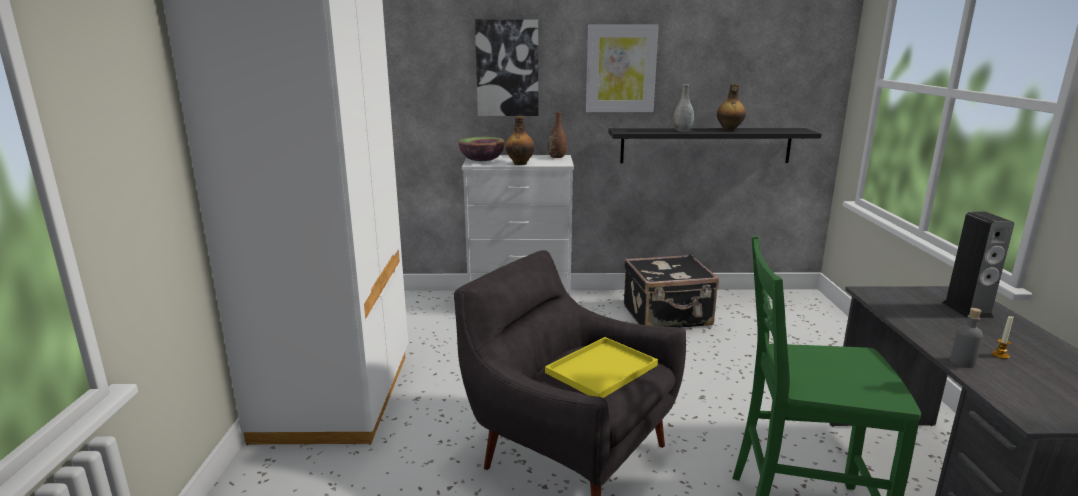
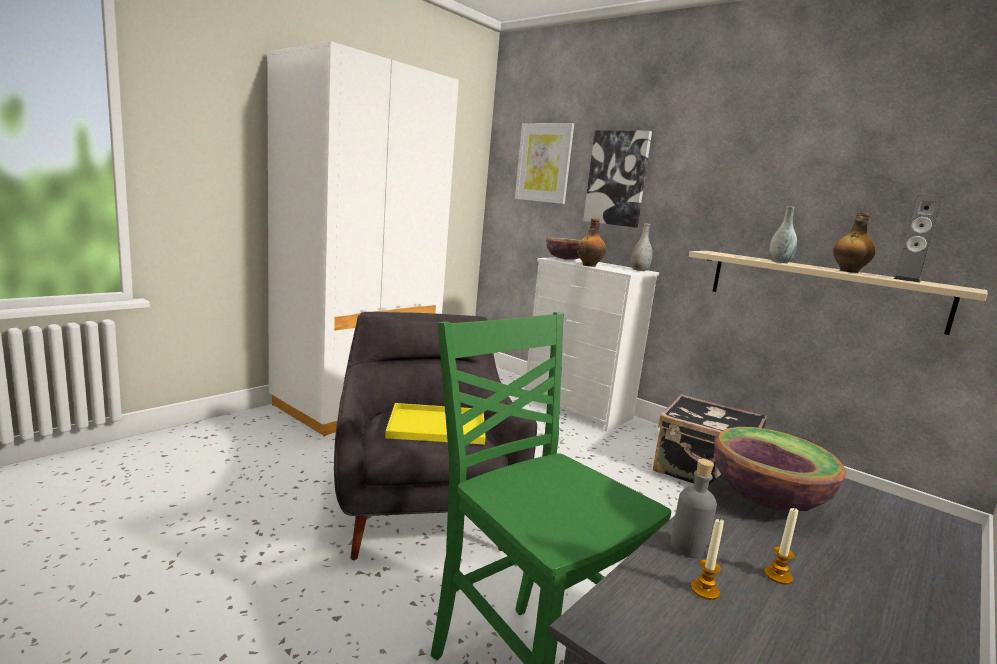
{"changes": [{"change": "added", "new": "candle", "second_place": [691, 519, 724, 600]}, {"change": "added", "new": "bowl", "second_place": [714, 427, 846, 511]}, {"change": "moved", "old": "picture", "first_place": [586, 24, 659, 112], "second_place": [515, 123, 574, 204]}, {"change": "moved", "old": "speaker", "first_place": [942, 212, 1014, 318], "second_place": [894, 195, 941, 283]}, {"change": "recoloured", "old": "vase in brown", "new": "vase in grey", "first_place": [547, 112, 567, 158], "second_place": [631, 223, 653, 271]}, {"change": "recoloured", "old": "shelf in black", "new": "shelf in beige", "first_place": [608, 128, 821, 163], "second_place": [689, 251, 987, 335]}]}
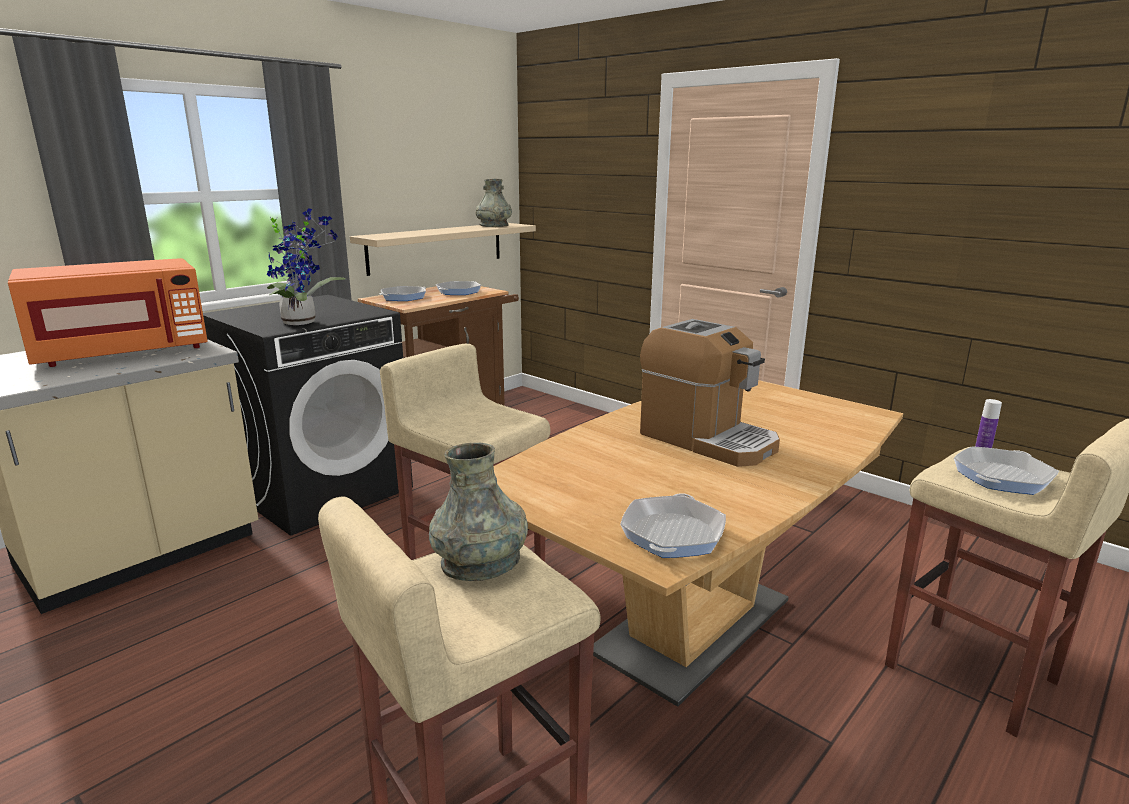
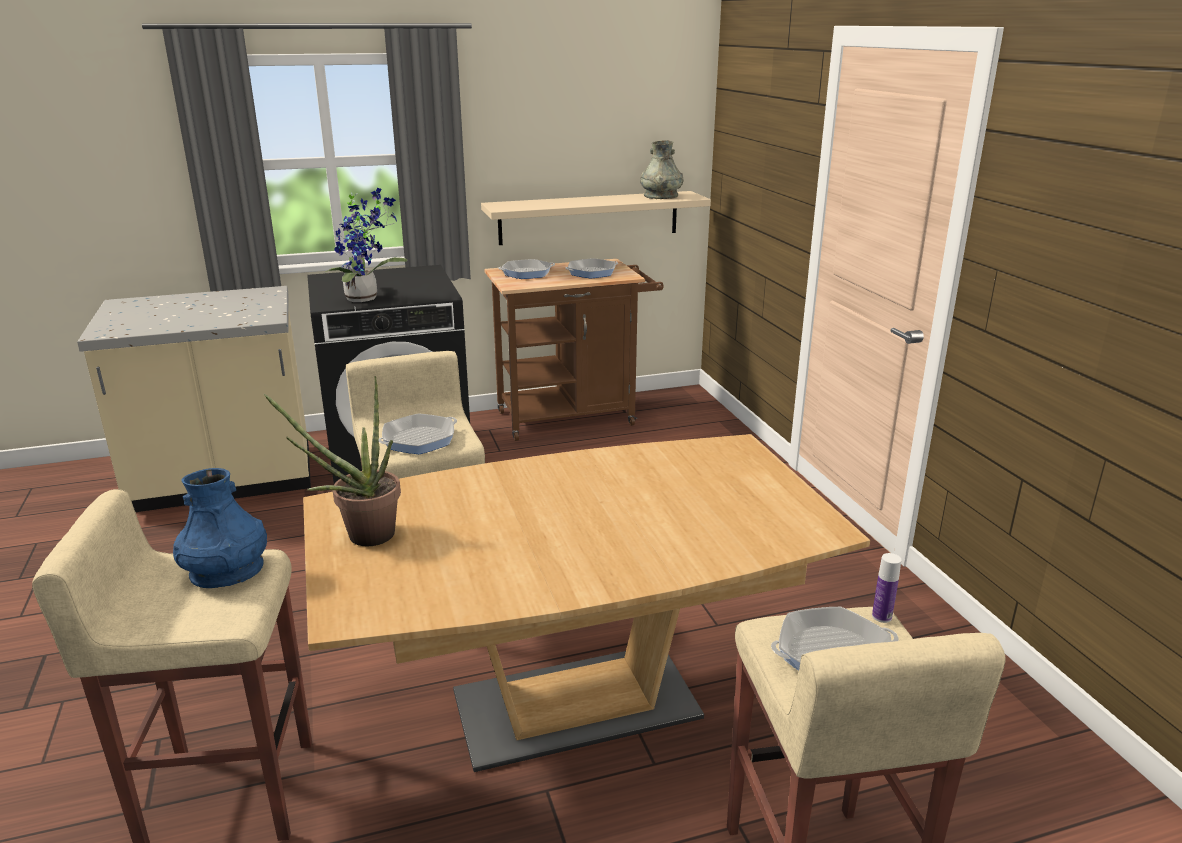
{"changes": [{"change": "removed", "old": "microwave in orange", "first_place": [8, 258, 208, 367]}, {"change": "removed", "old": "coffee machine", "first_place": [640, 319, 780, 467]}, {"change": "added", "new": "potted plant", "second_place": [264, 376, 401, 546]}, {"change": "moved", "old": "frying pan", "first_place": [620, 493, 726, 558], "second_place": [379, 413, 457, 454]}, {"change": "recoloured", "old": "vase in grey", "new": "vase in blue", "first_place": [429, 443, 528, 581], "second_place": [173, 468, 267, 588]}]}
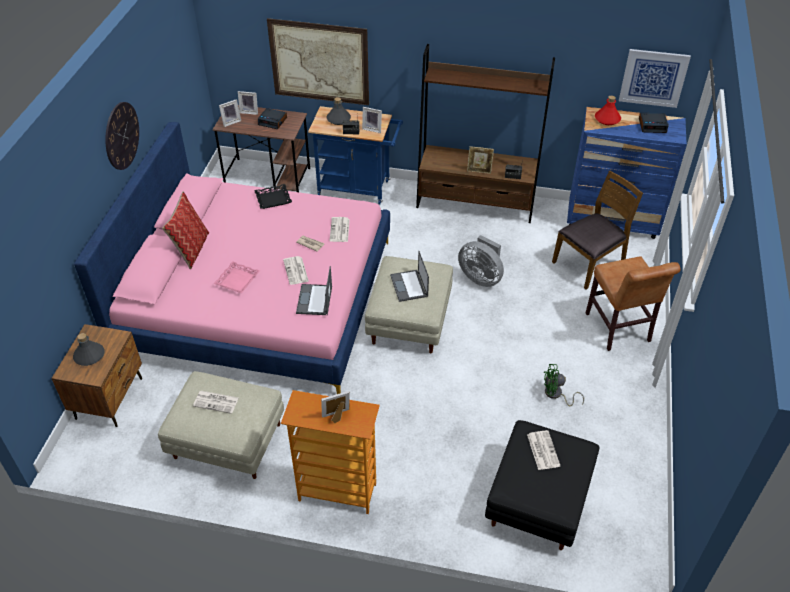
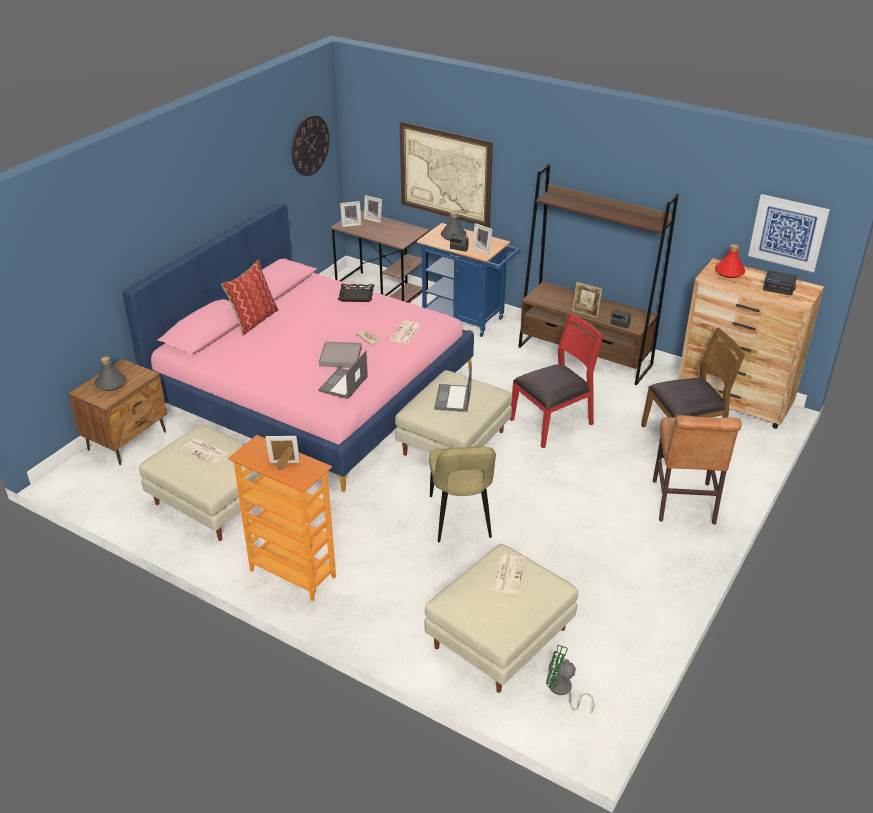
{"changes": [{"change": "removed", "old": "tray in pink", "first_place": [213, 261, 260, 294]}, {"change": "removed", "old": "alarm clock", "first_place": [258, 108, 287, 129]}, {"change": "added", "new": "chair in beige", "second_place": [429, 446, 496, 542]}, {"change": "moved", "old": "wall clock", "first_place": [105, 102, 139, 170], "second_place": [291, 115, 330, 176]}, {"change": "moved", "old": "fan in green", "first_place": [544, 364, 584, 406], "second_place": [546, 645, 595, 713]}, {"change": "replaced", "old": "newspaper", "new": "tray in grey", "first_place": [283, 256, 309, 285], "second_place": [319, 341, 362, 368]}, {"change": "replaced", "old": "fan in grey", "new": "chair in red", "first_place": [458, 235, 504, 287], "second_place": [510, 313, 603, 448]}, {"change": "recoloured", "old": "ottoman in black", "new": "ottoman in beige", "first_place": [485, 420, 599, 550], "second_place": [424, 544, 578, 693]}, {"change": "recoloured", "old": "dresser in blue", "new": "dresser in brown", "first_place": [567, 107, 687, 239], "second_place": [678, 258, 824, 429]}]}
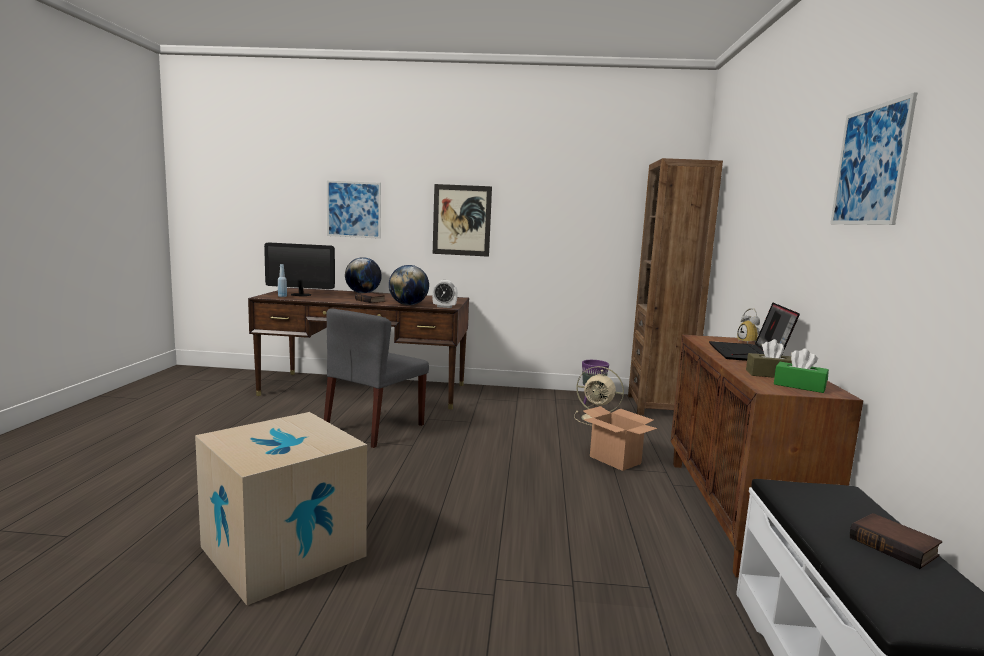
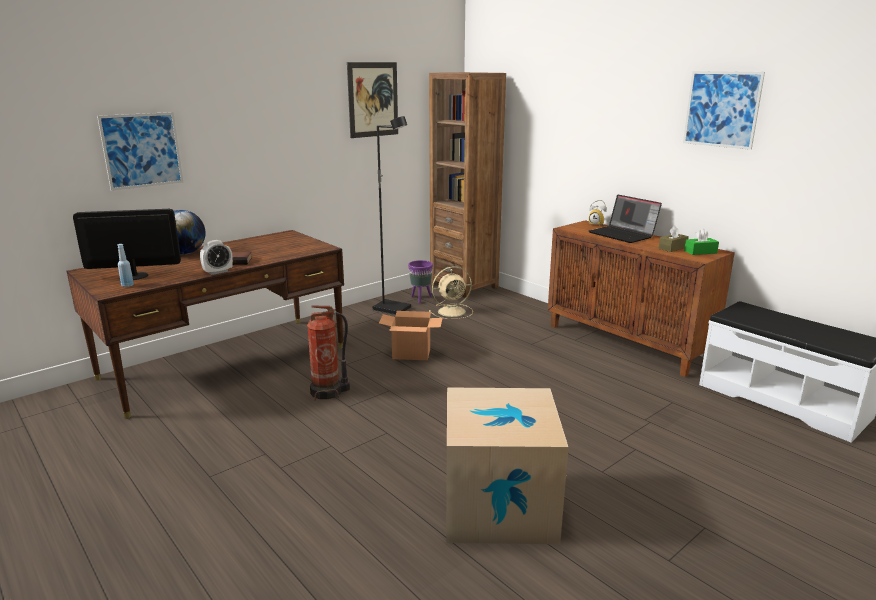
{"changes": [{"change": "removed", "old": "globe", "first_place": [389, 265, 429, 305]}, {"change": "removed", "old": "book", "first_place": [850, 513, 942, 569]}, {"change": "added", "new": "floor lamp in black", "second_place": [373, 116, 411, 315]}, {"change": "moved", "old": "alarm clock", "first_place": [432, 280, 458, 308], "second_place": [200, 240, 233, 275]}, {"change": "moved", "old": "picture", "first_place": [433, 184, 492, 257], "second_place": [347, 62, 398, 138]}, {"change": "moved", "old": "cardboard box", "first_place": [583, 406, 658, 471], "second_place": [379, 311, 443, 360]}, {"change": "replaced", "old": "chair in grey", "new": "fire extinguisher", "first_place": [324, 308, 429, 448], "second_place": [307, 306, 350, 401]}, {"change": "turned", "old": "monitor", "first_place": [264, 243, 335, 296], "second_place": [73, 209, 181, 280], "degrees": -150}]}
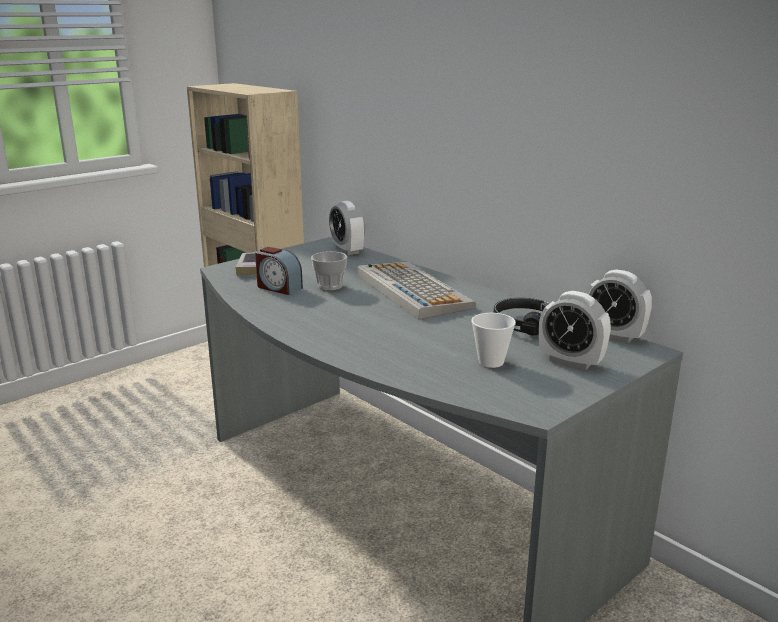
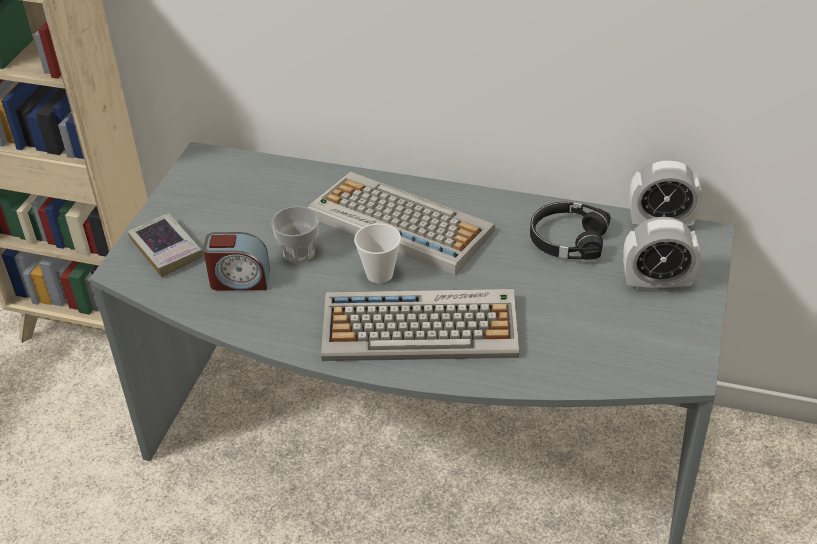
{"changes": [{"change": "removed", "old": "alarm clock", "first_place": [329, 201, 365, 255]}, {"change": "added", "new": "keyboard", "second_place": [321, 289, 519, 361]}, {"change": "moved", "old": "cup", "first_place": [471, 313, 516, 368], "second_place": [354, 224, 401, 283]}]}
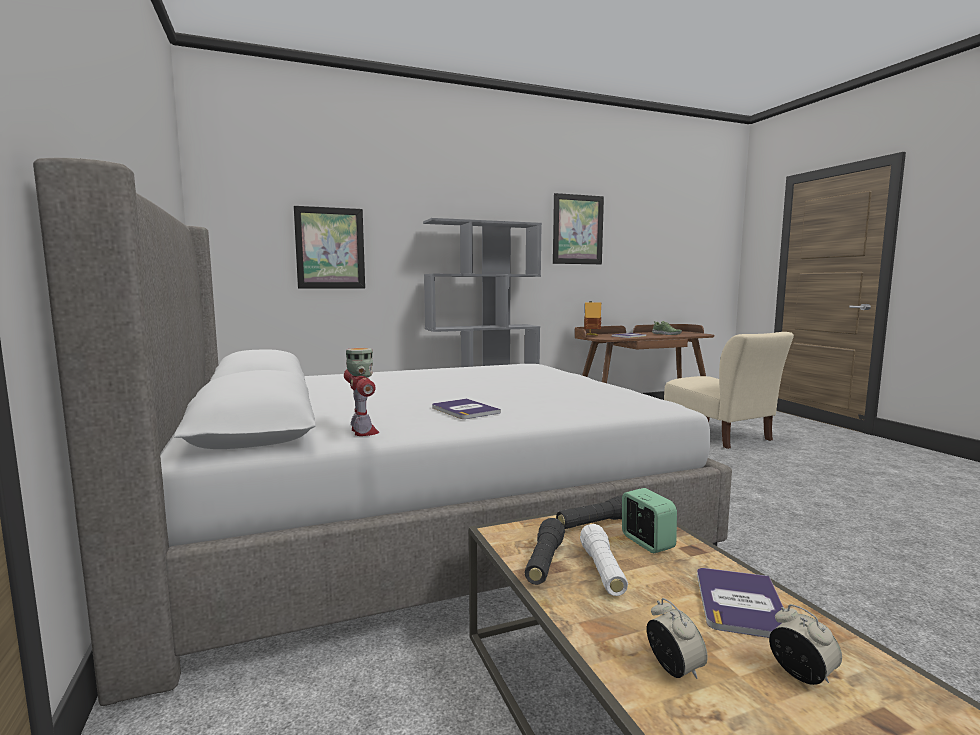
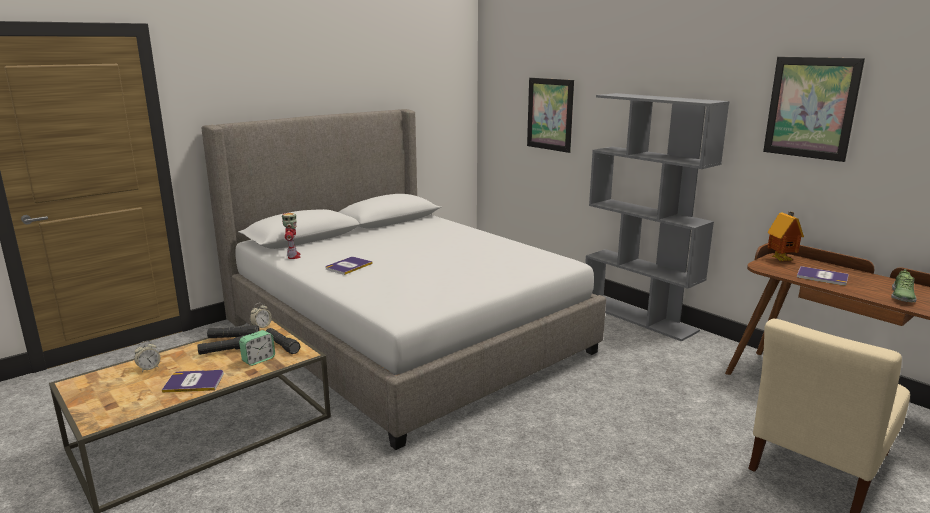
{"changes": [{"change": "moved", "old": "alarm clock", "first_place": [769, 604, 842, 685], "second_place": [250, 303, 272, 328]}, {"change": "recoloured", "old": "flashlight in white", "new": "flashlight in black", "first_place": [580, 524, 628, 596], "second_place": [198, 334, 249, 355]}, {"change": "turned", "old": "toy robot", "first_place": [344, 348, 379, 436], "second_place": [282, 213, 301, 259], "degrees": -60}]}
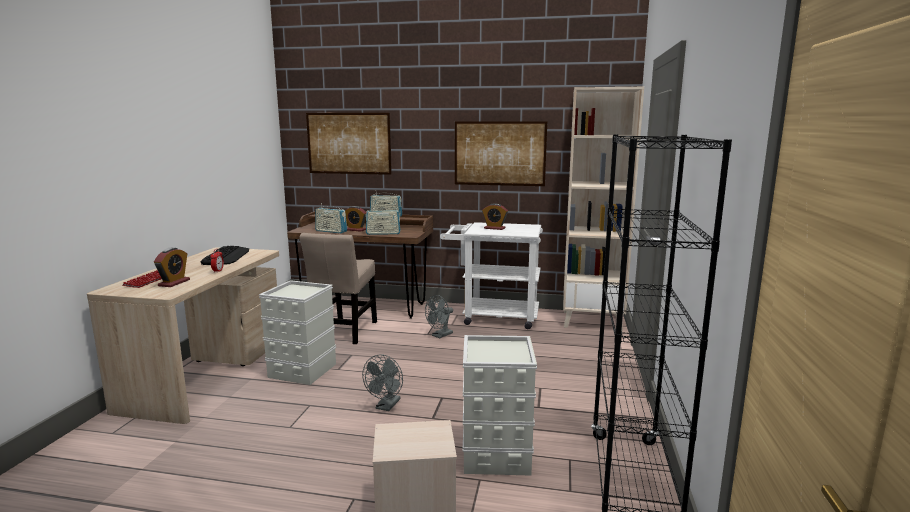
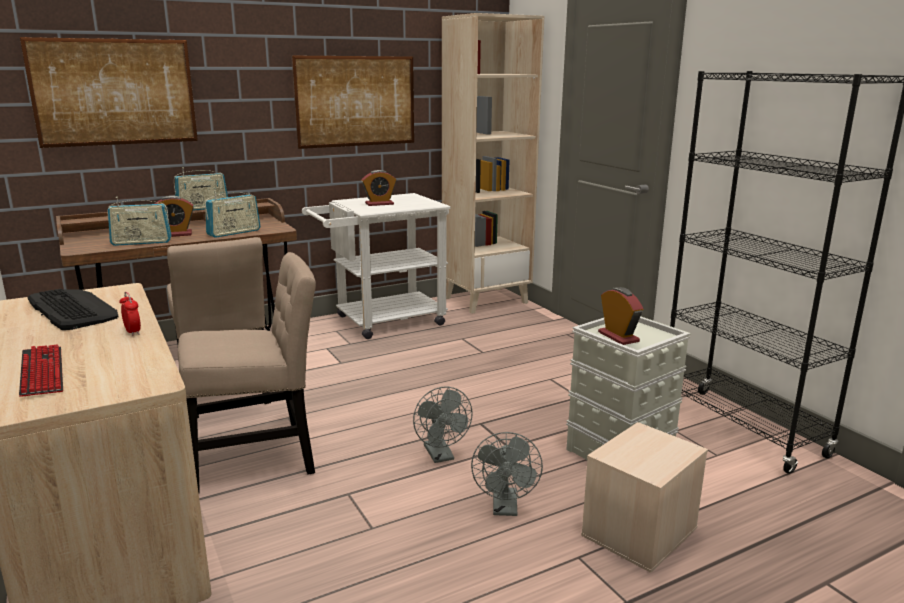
{"changes": [{"change": "moved", "old": "alarm clock", "first_place": [154, 248, 190, 287], "second_place": [598, 287, 644, 345]}, {"change": "moved", "old": "fan in grey", "first_place": [425, 295, 453, 338], "second_place": [471, 432, 543, 516]}, {"change": "replaced", "old": "storage box in grey", "new": "chair in beige", "first_place": [259, 280, 336, 385], "second_place": [178, 252, 316, 493]}]}
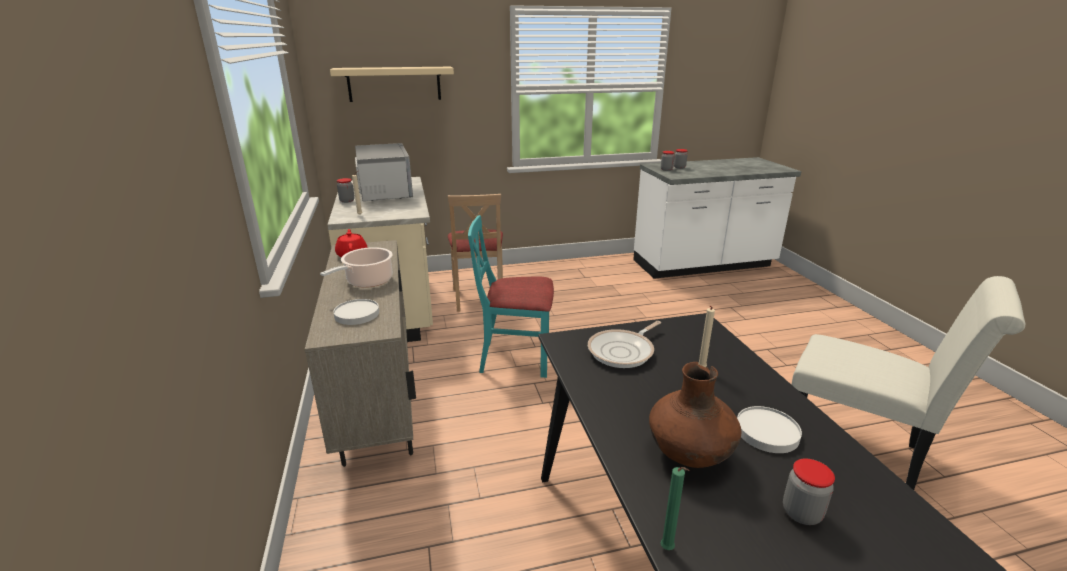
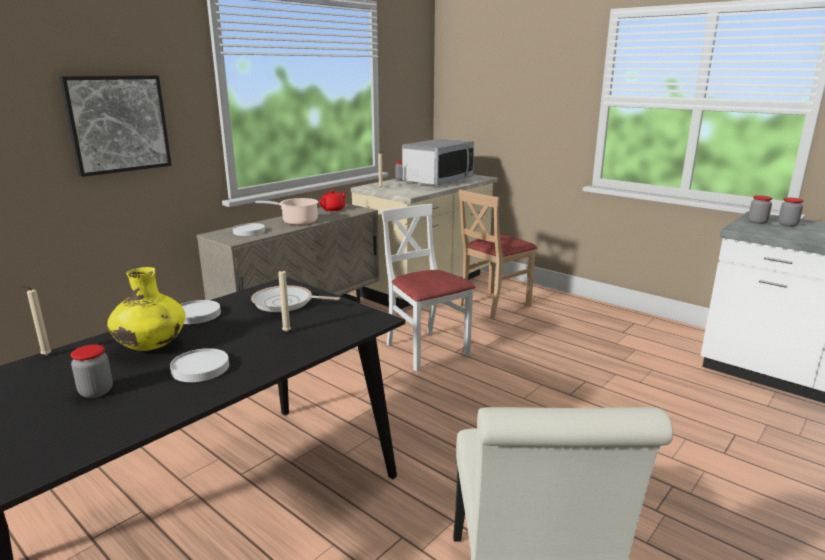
{"changes": [{"change": "removed", "old": "shelf in beige", "first_place": [330, 67, 454, 102]}, {"change": "added", "new": "picture", "second_place": [59, 75, 172, 177]}, {"change": "added", "new": "plate in white", "second_place": [180, 300, 221, 324]}, {"change": "recoloured", "old": "chair in turquoise", "new": "chair in white", "first_place": [468, 215, 554, 378], "second_place": [381, 204, 475, 372]}, {"change": "recoloured", "old": "vase in brown", "new": "vase in yellow", "first_place": [649, 362, 741, 468], "second_place": [107, 267, 185, 351]}, {"change": "recoloured", "old": "candle in green", "new": "candle in beige", "first_place": [661, 467, 689, 550], "second_place": [21, 286, 51, 356]}]}
